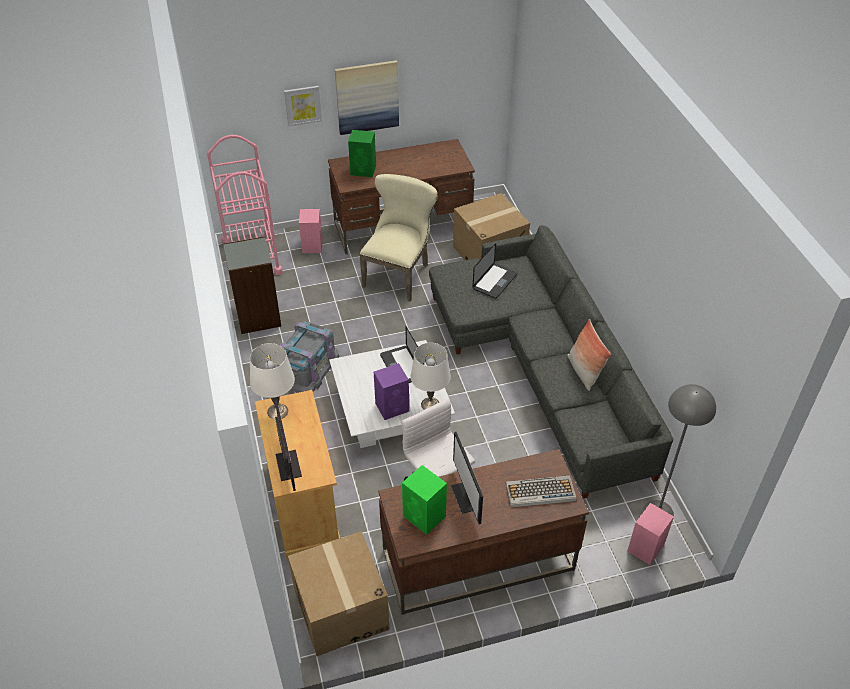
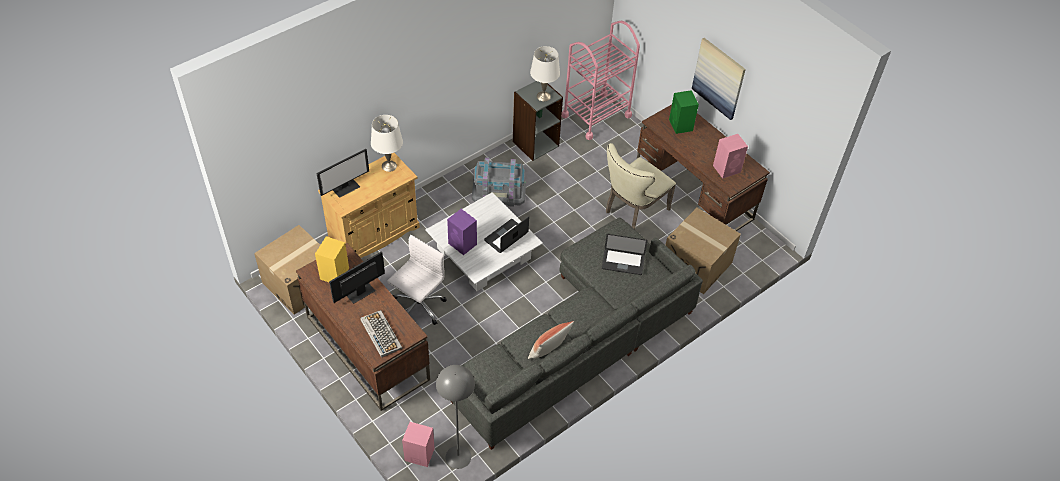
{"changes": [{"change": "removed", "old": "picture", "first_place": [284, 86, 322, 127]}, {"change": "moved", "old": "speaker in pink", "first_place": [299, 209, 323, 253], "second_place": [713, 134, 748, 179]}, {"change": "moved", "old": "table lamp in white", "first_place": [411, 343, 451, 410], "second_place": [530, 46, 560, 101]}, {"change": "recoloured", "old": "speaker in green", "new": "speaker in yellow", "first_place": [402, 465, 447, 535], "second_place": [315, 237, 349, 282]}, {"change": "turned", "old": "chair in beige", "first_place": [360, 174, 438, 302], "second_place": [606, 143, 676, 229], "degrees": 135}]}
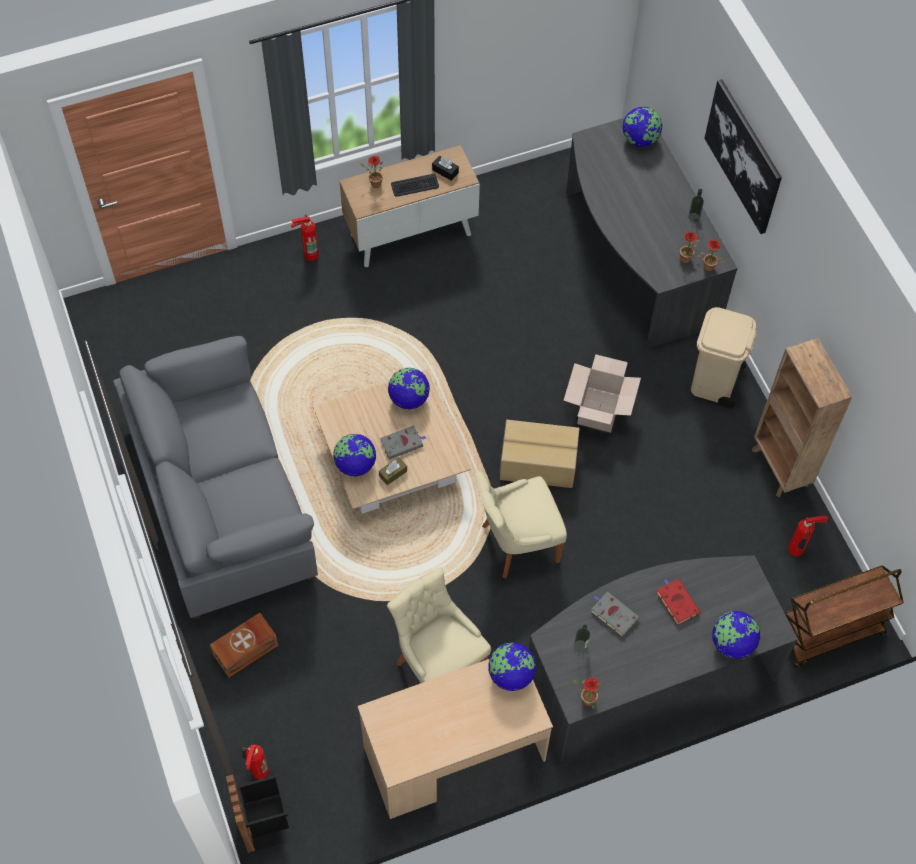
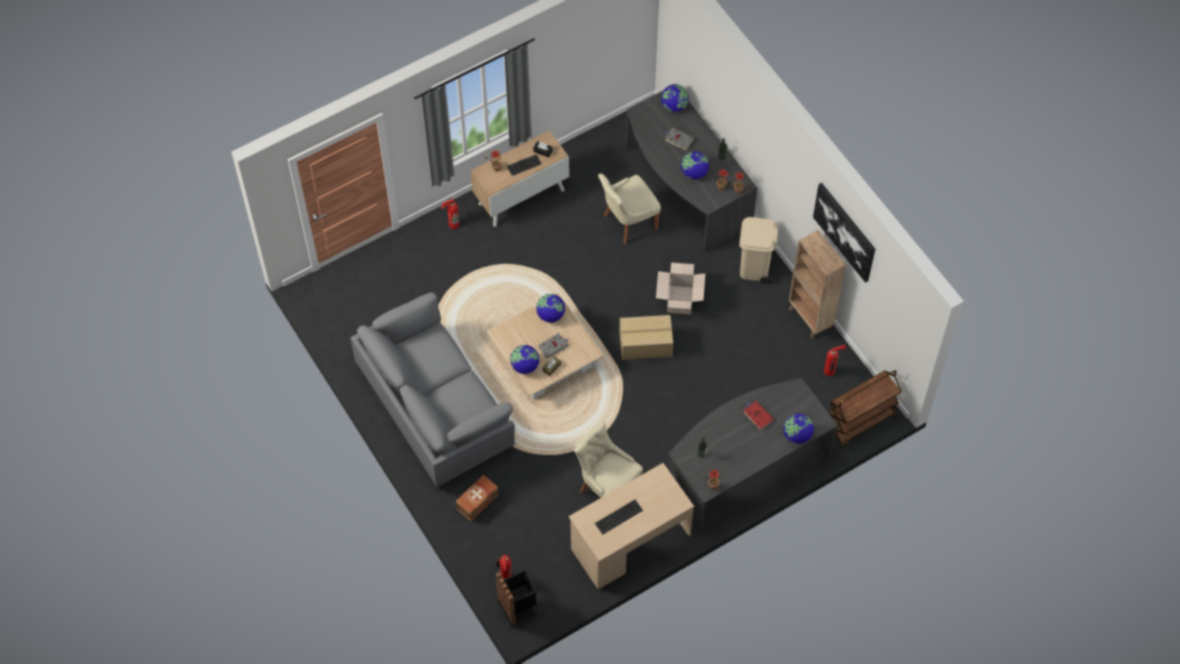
{"changes": [{"change": "added", "new": "keyboard", "second_place": [595, 500, 643, 534]}, {"change": "moved", "old": "chair in beige", "first_place": [475, 471, 567, 578], "second_place": [598, 173, 661, 244]}, {"change": "moved", "old": "globe", "first_place": [488, 642, 536, 691], "second_place": [681, 151, 709, 180]}, {"change": "moved", "old": "book in grey", "first_place": [591, 592, 639, 637], "second_place": [665, 128, 694, 151]}, {"change": "moved", "old": "picture", "first_place": [704, 79, 782, 234], "second_place": [813, 183, 875, 283]}]}
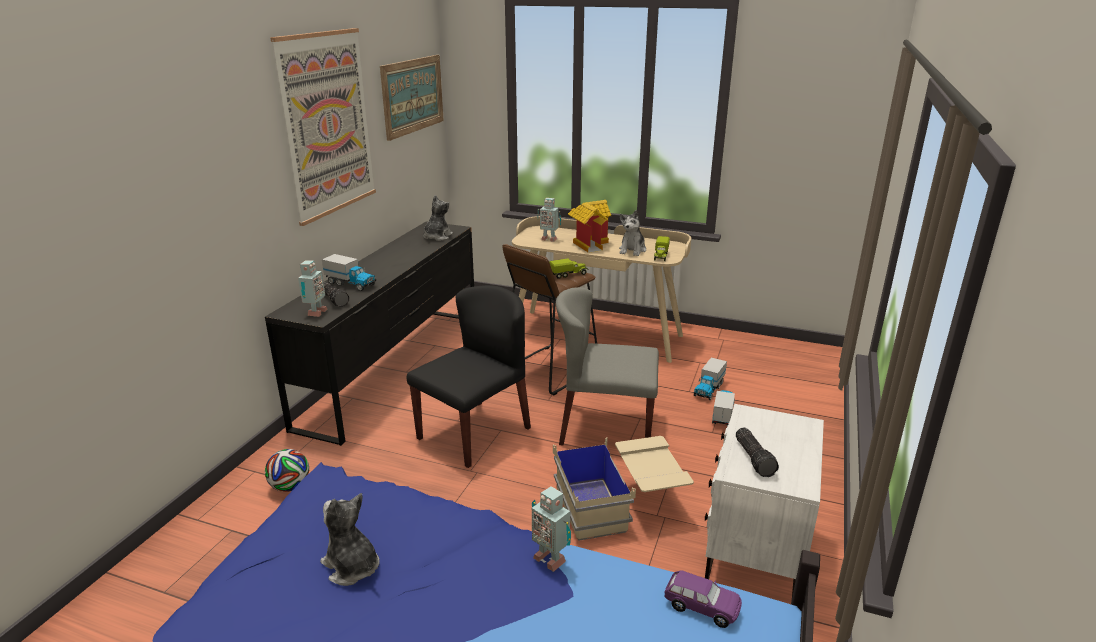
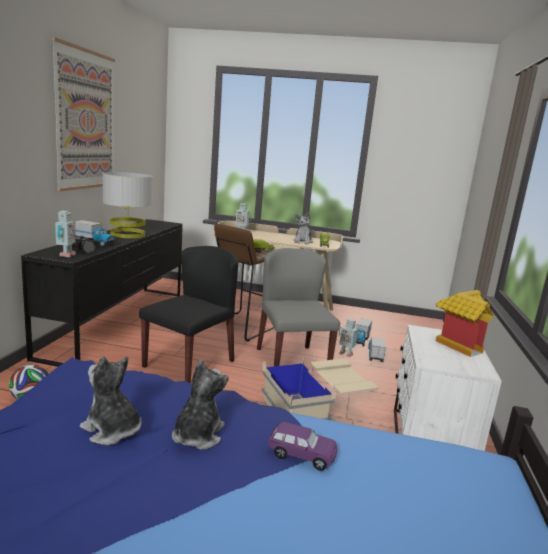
{"changes": [{"change": "removed", "old": "picture", "first_place": [380, 55, 444, 141]}, {"change": "removed", "old": "flashlight", "first_place": [736, 428, 779, 477]}, {"change": "added", "new": "table lamp in grey", "second_place": [102, 172, 153, 238]}, {"change": "moved", "old": "plush toy", "first_place": [424, 195, 453, 241], "second_place": [172, 359, 229, 450]}, {"change": "moved", "old": "toy robot", "first_place": [532, 486, 571, 572], "second_place": [339, 319, 359, 357]}, {"change": "moved", "old": "toy house", "first_place": [568, 200, 611, 253], "second_place": [435, 290, 494, 357]}, {"change": "moved", "old": "toy car in purple", "first_place": [664, 570, 742, 628], "second_place": [267, 422, 338, 471]}, {"change": "turned", "old": "chair in grey", "first_place": [556, 287, 659, 445], "second_place": [257, 248, 340, 366], "degrees": 75}]}
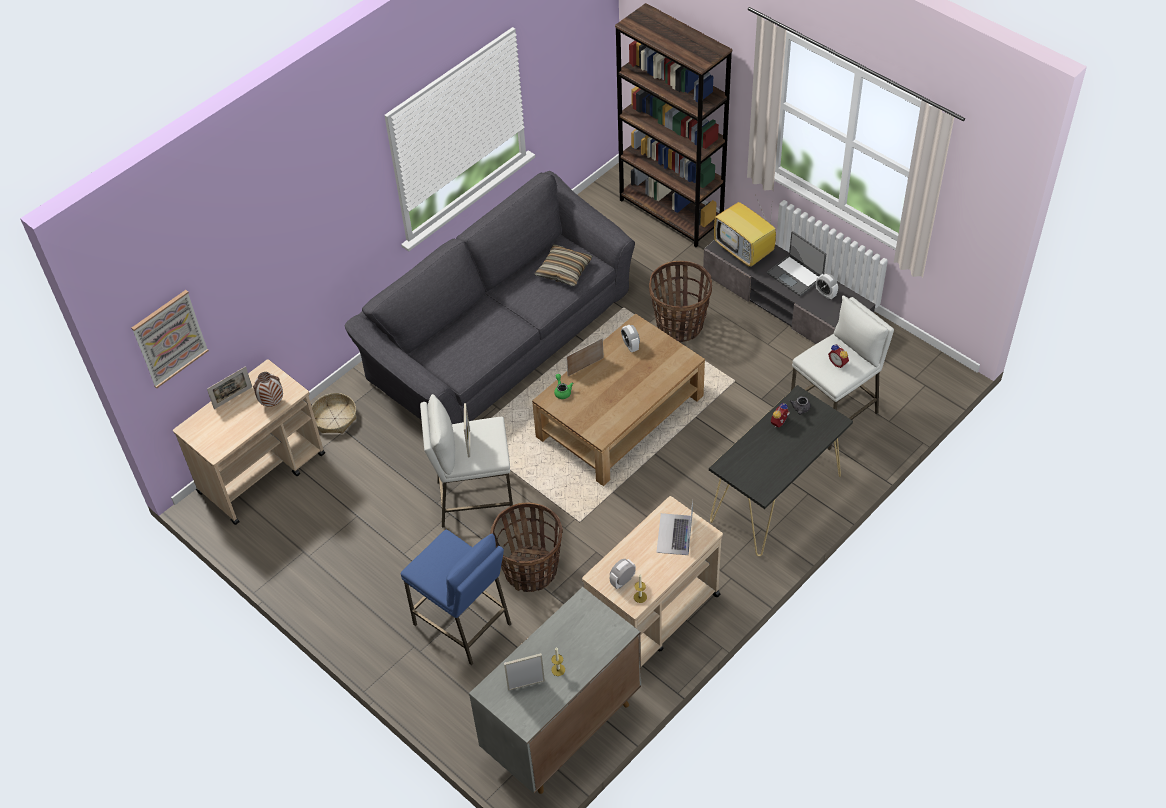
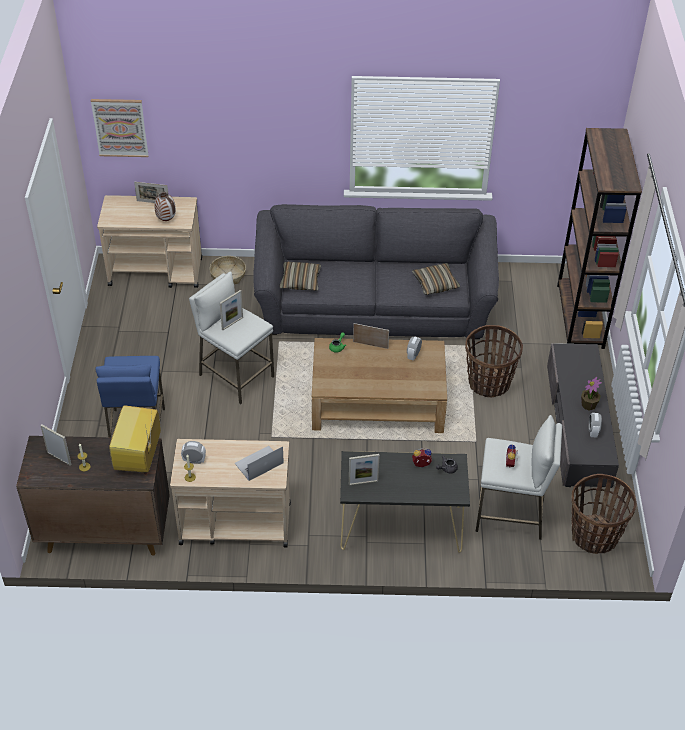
{"changes": [{"change": "added", "new": "pillow", "second_place": [279, 262, 321, 291]}, {"change": "added", "new": "picture frame", "second_place": [349, 454, 380, 485]}, {"change": "moved", "old": "basket", "first_place": [490, 502, 563, 592], "second_place": [571, 474, 637, 554]}, {"change": "moved", "old": "television", "first_place": [714, 194, 776, 267], "second_place": [109, 405, 161, 473]}, {"change": "replaced", "old": "laptop", "new": "potted plant", "first_place": [767, 231, 826, 296], "second_place": [581, 377, 602, 411]}, {"change": "recoloured", "old": "cabinet in grey", "new": "cabinet in brown", "first_place": [469, 587, 641, 794], "second_place": [16, 436, 170, 556]}]}
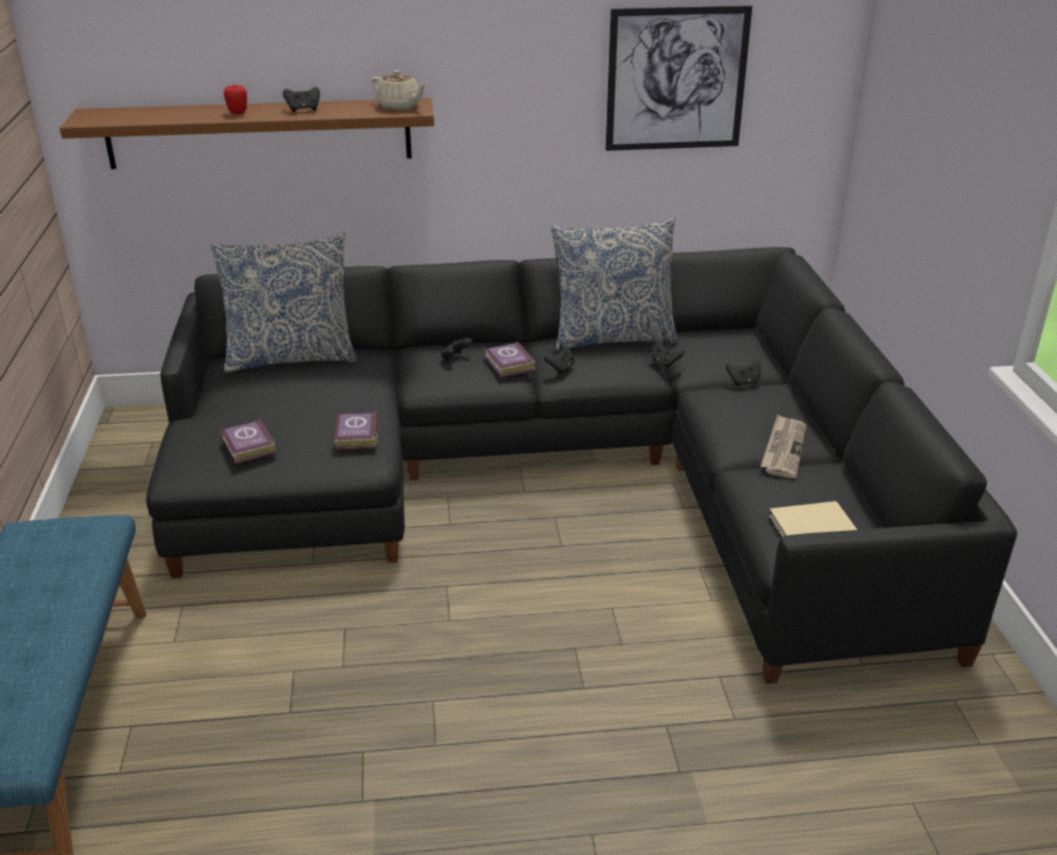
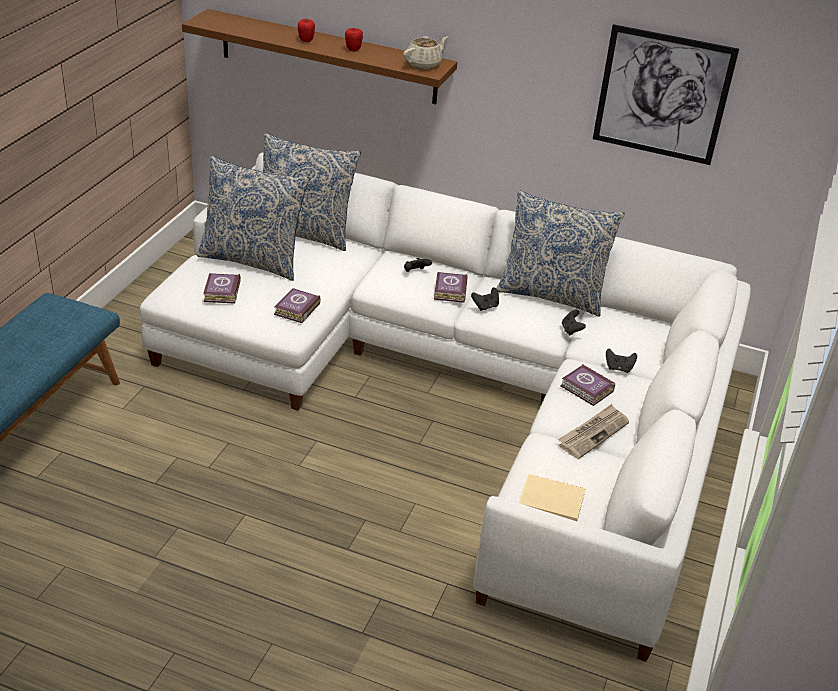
{"changes": [{"change": "added", "new": "pillow", "second_place": [197, 156, 309, 281]}, {"change": "added", "new": "book", "second_place": [560, 364, 615, 406]}, {"change": "replaced", "old": "game controller in black", "new": "apple", "first_place": [283, 87, 320, 112], "second_place": [345, 28, 363, 52]}, {"change": "recoloured", "old": "sofa in black", "new": "sofa in white", "first_place": [146, 247, 1017, 684], "second_place": [140, 152, 751, 662]}, {"change": "turned", "old": "teapot in beige", "first_place": [371, 70, 427, 110], "second_place": [403, 36, 448, 69], "degrees": -105}]}
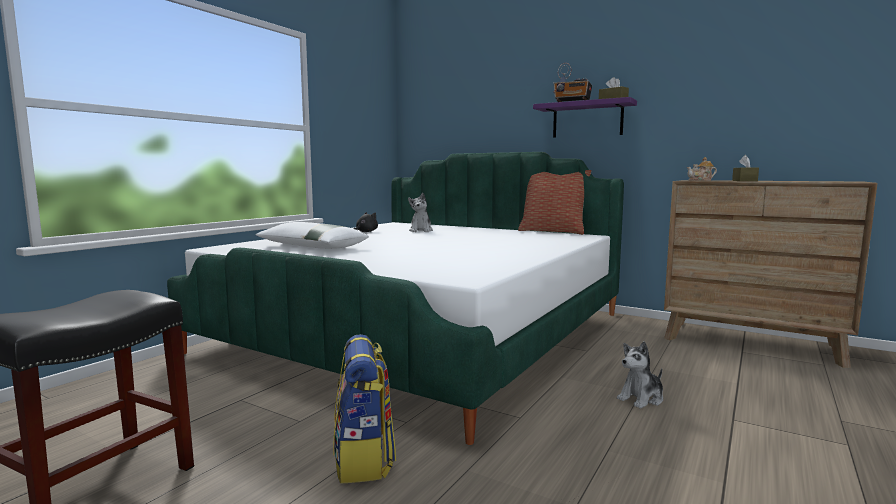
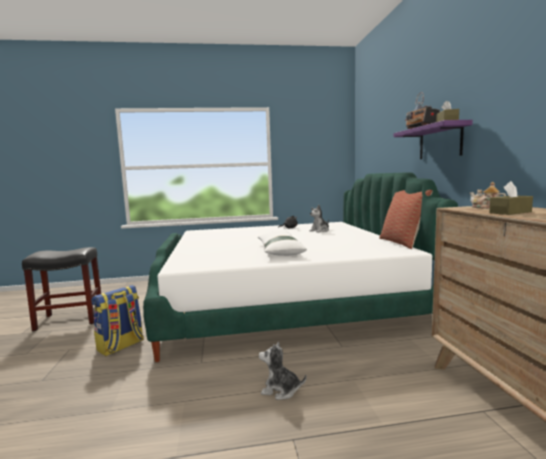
{"changes": [{"change": "moved", "old": "pillow in white", "first_place": [255, 222, 369, 249], "second_place": [258, 231, 307, 256]}]}
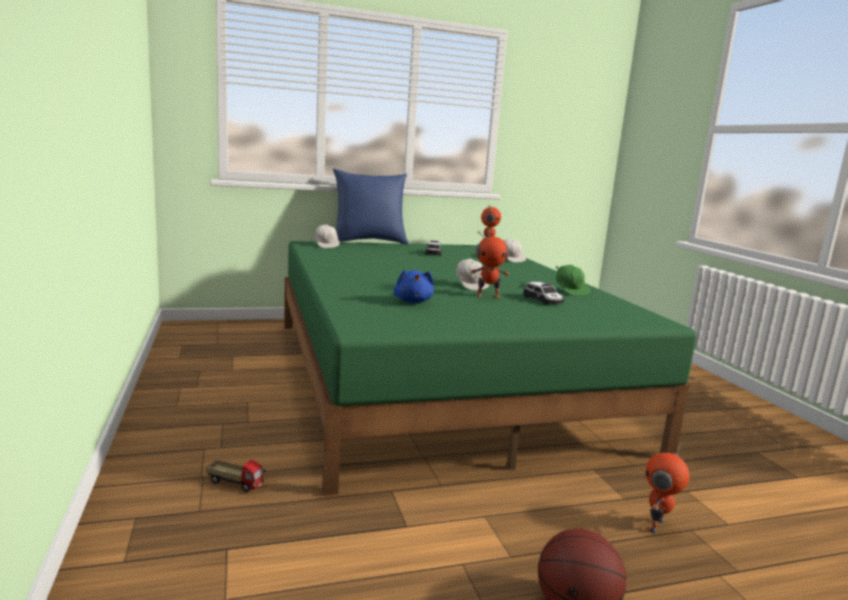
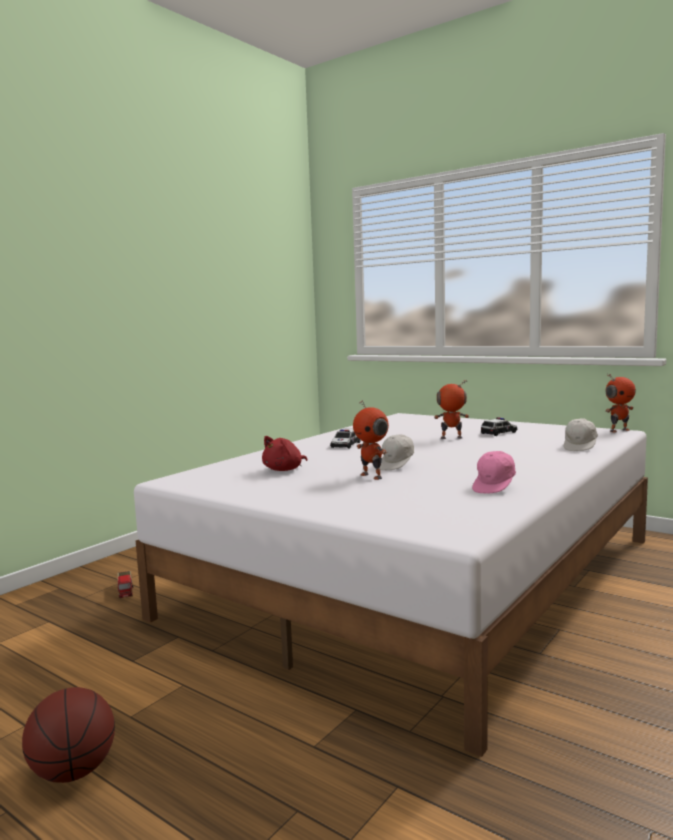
{"changes": [{"change": "removed", "old": "cap in white", "first_place": [315, 225, 339, 248]}, {"change": "removed", "old": "pillow in blue", "first_place": [333, 169, 409, 245]}, {"change": "moved", "old": "toy car", "first_place": [523, 282, 564, 305], "second_place": [330, 428, 361, 448]}, {"change": "moved", "old": "toy robot", "first_place": [646, 444, 689, 534], "second_place": [434, 380, 469, 439]}, {"change": "recoloured", "old": "bed in green", "new": "bed in white", "first_place": [284, 241, 696, 496], "second_place": [134, 413, 648, 757]}, {"change": "recoloured", "old": "plush toy in blue", "new": "plush toy in red", "first_place": [393, 270, 434, 303], "second_place": [262, 436, 307, 471]}, {"change": "recoloured", "old": "cap in green", "new": "cap in pink", "first_place": [555, 265, 590, 296], "second_place": [472, 451, 516, 494]}]}
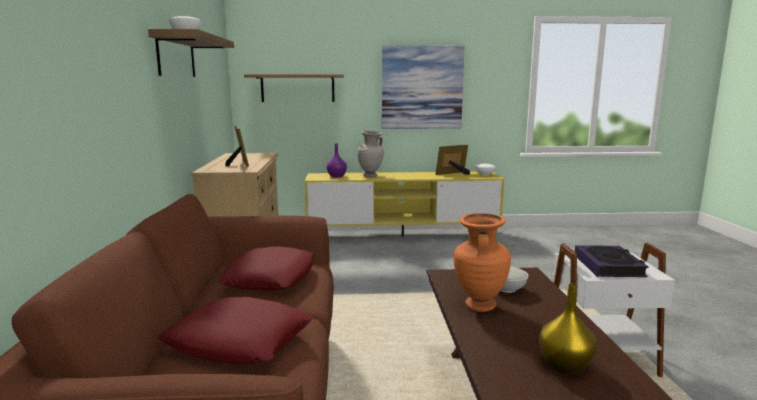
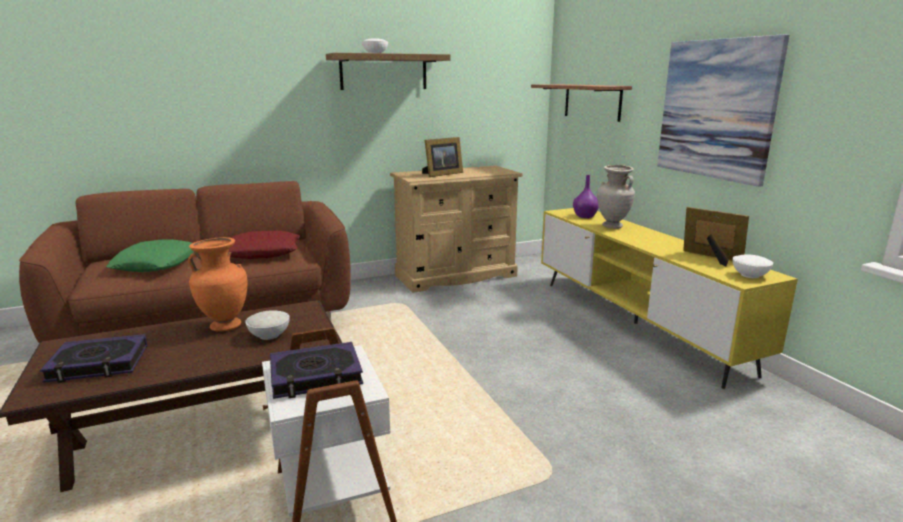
{"changes": [{"change": "replaced", "old": "vase in yellow", "new": "book", "first_place": [539, 283, 597, 374], "second_place": [40, 334, 147, 383]}, {"change": "recoloured", "old": "pillow in red", "new": "pillow in green", "first_place": [158, 297, 313, 364], "second_place": [106, 239, 194, 272]}]}
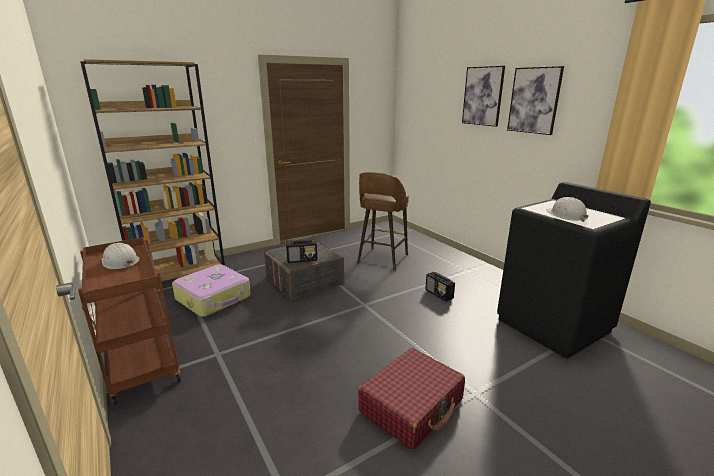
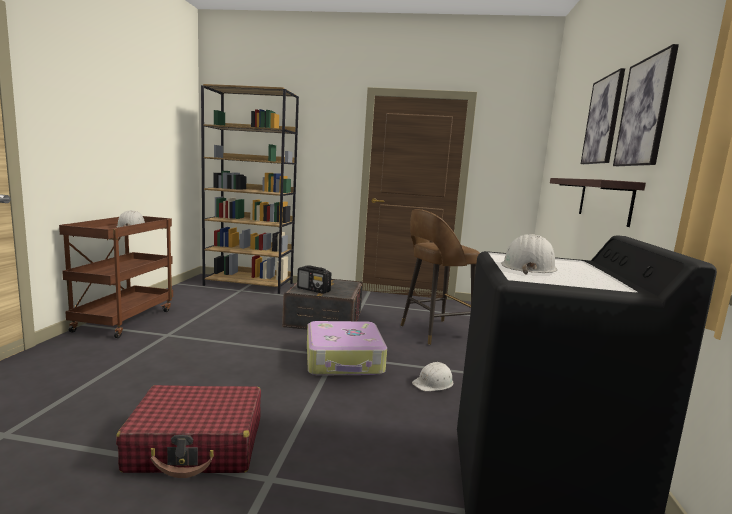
{"changes": [{"change": "added", "new": "shelf", "second_place": [550, 178, 646, 227]}, {"change": "moved", "old": "suitcase", "first_place": [172, 264, 251, 317], "second_place": [307, 321, 387, 376]}, {"change": "replaced", "old": "radio", "new": "hard hat in white", "first_place": [425, 272, 455, 302], "second_place": [412, 362, 453, 391]}]}
